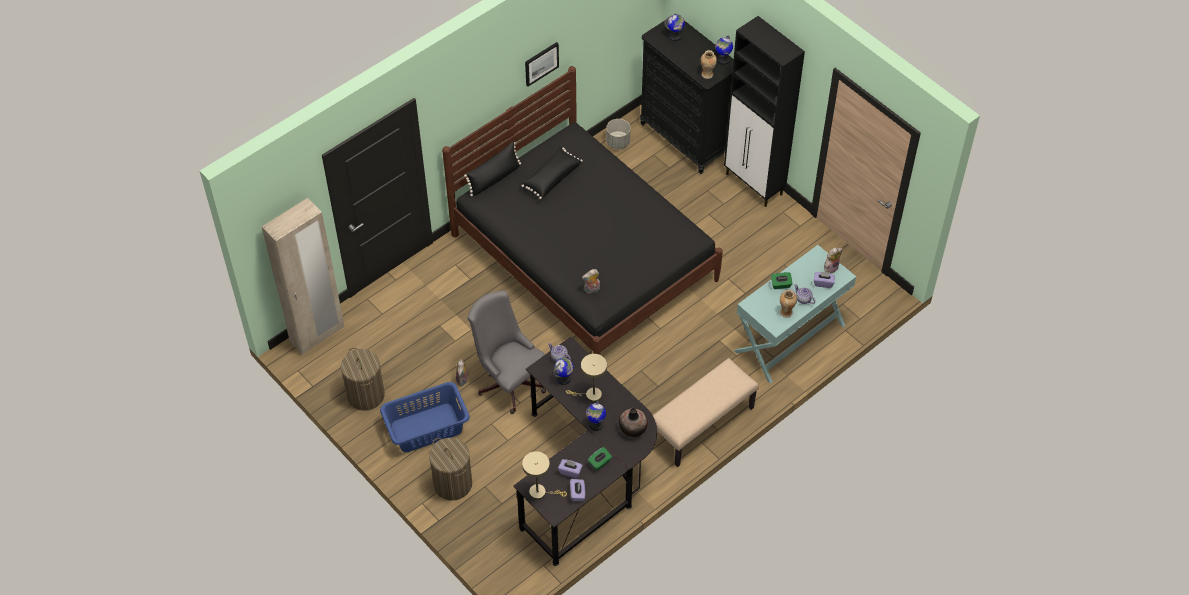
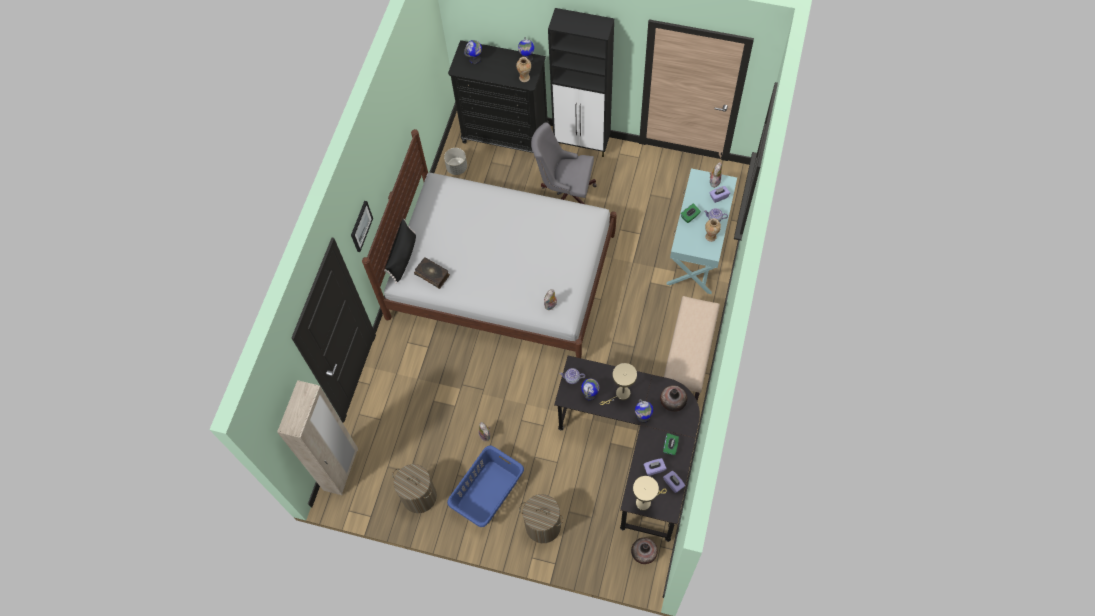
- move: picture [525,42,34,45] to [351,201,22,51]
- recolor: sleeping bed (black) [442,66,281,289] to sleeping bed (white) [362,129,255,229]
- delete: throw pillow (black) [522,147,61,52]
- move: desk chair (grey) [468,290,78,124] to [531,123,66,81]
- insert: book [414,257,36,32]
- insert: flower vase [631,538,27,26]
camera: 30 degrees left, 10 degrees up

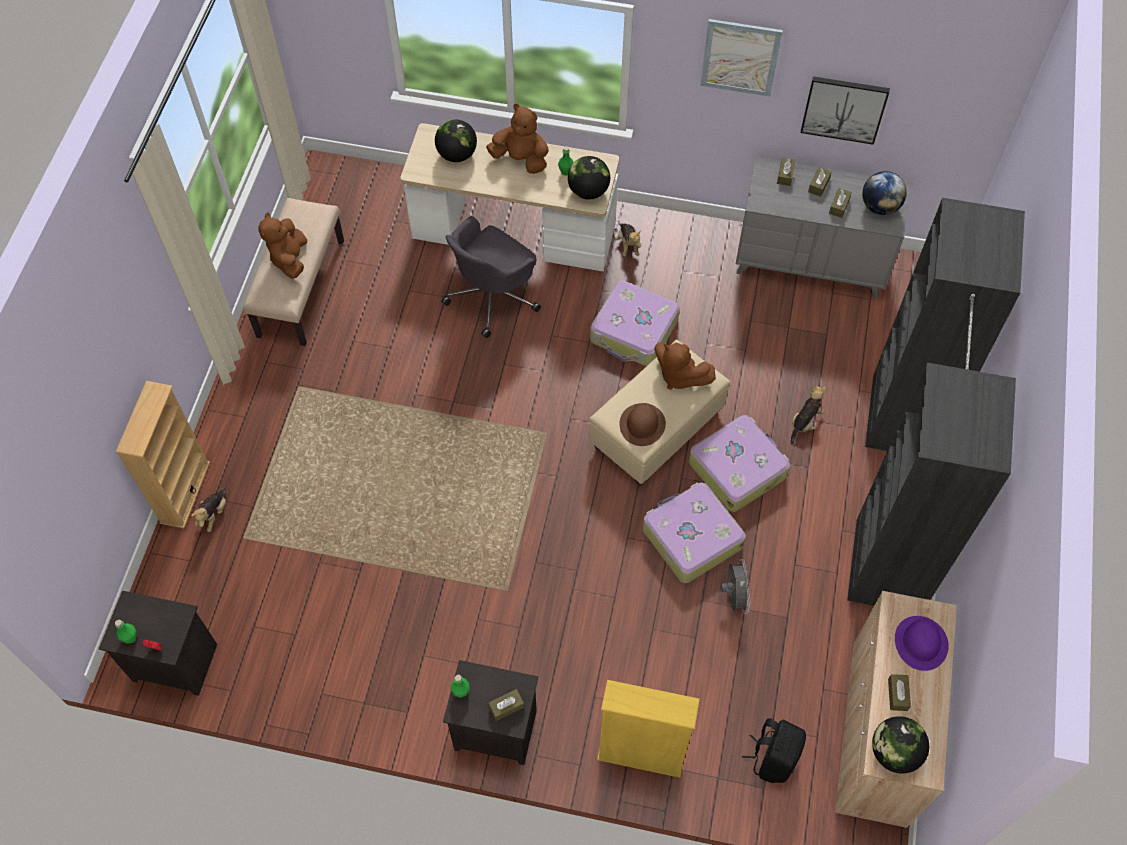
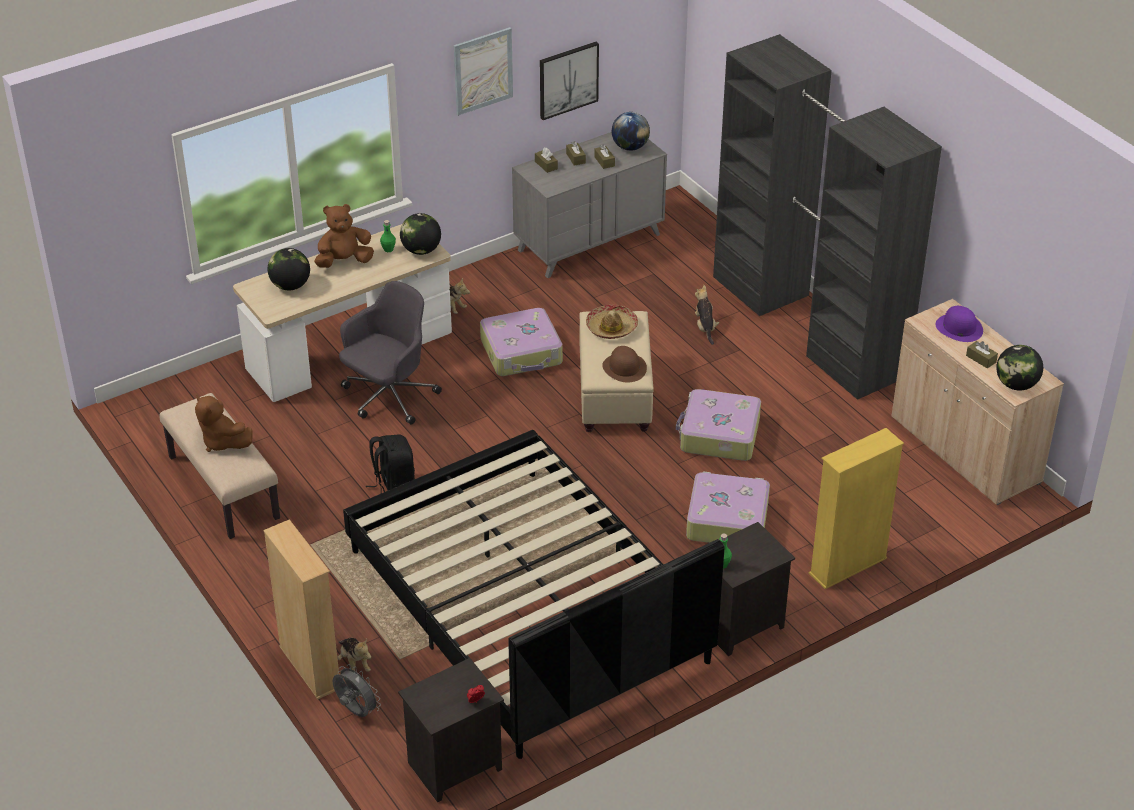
- rotate: desk chair (grey) [441,216,100,122] = [339,281,103,144] 135 degrees counterclockwise
- replace: plush toy (brown) [654,343,62,47] to hat [586,305,52,34]
- move: travel case [689,415,101,97] to [686,471,84,72]
- move: fan (grey) [721,559,30,55] to [333,664,48,53]
- delete: bottle (green) [115,620,22,24]
- delete: box of tissues (brown) [488,689,36,32]
- move: rucksack (black) [742,718,64,65] to [366,435,49,58]
- insert: sleeping bed (black) [343,430,382,329]
camera: 45 degrees left, 20 degrees down

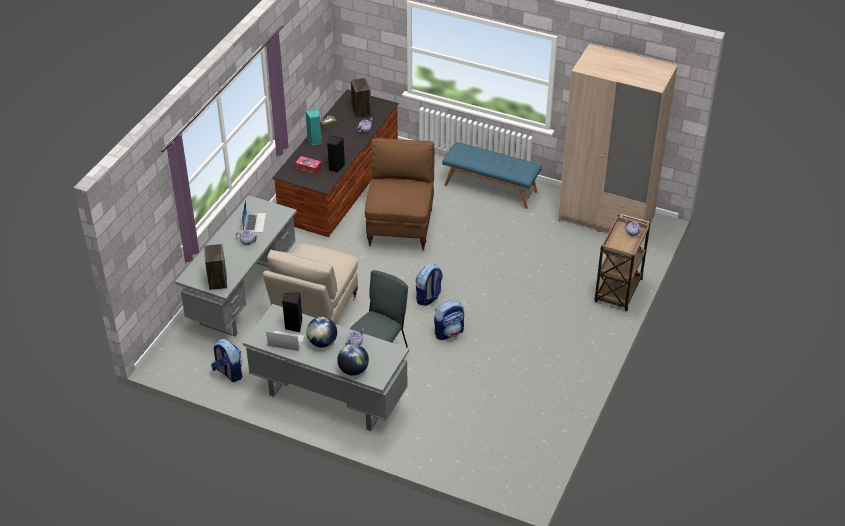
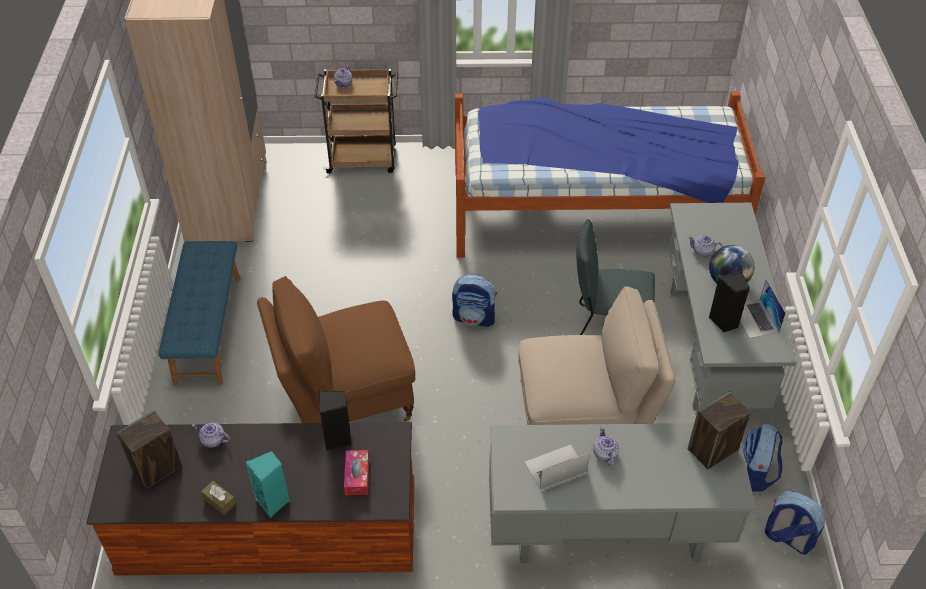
- move: rucksack [434,300,30,40] to [765,491,60,63]
- delete: world globe [337,344,32,32]
- insert: sleeping bed [455,91,310,167]
camera: 115 degrees left, 5 degrees up

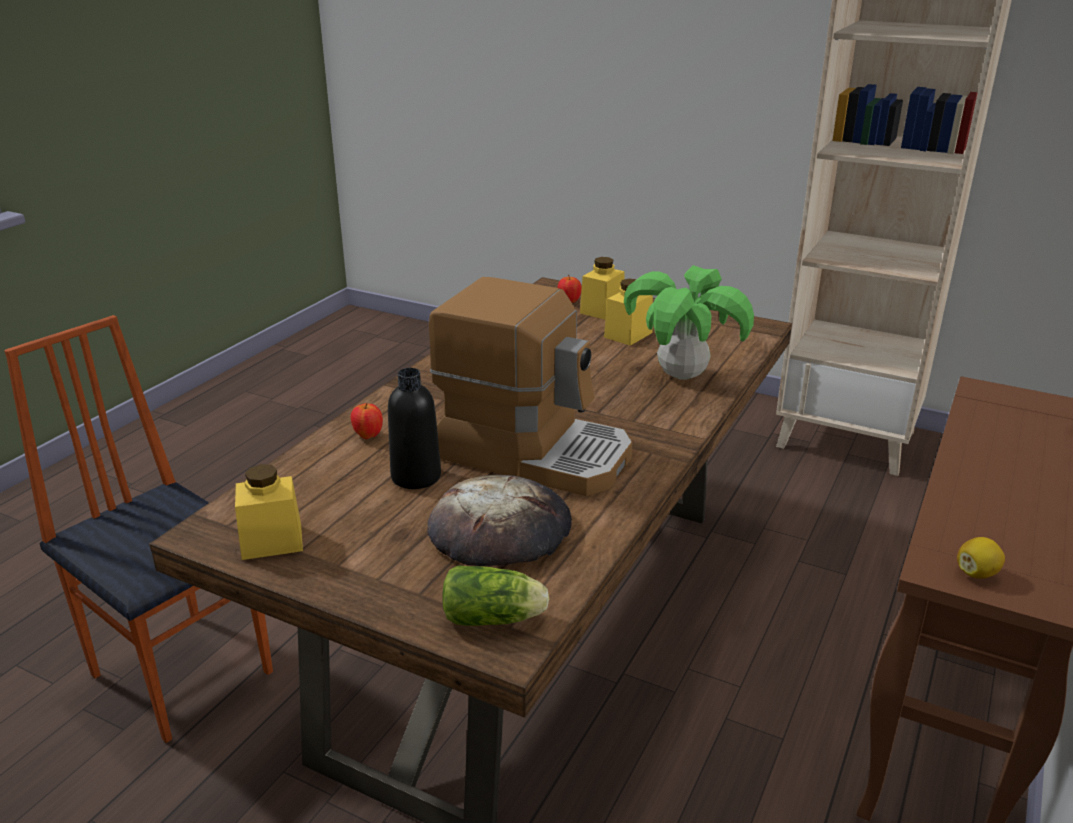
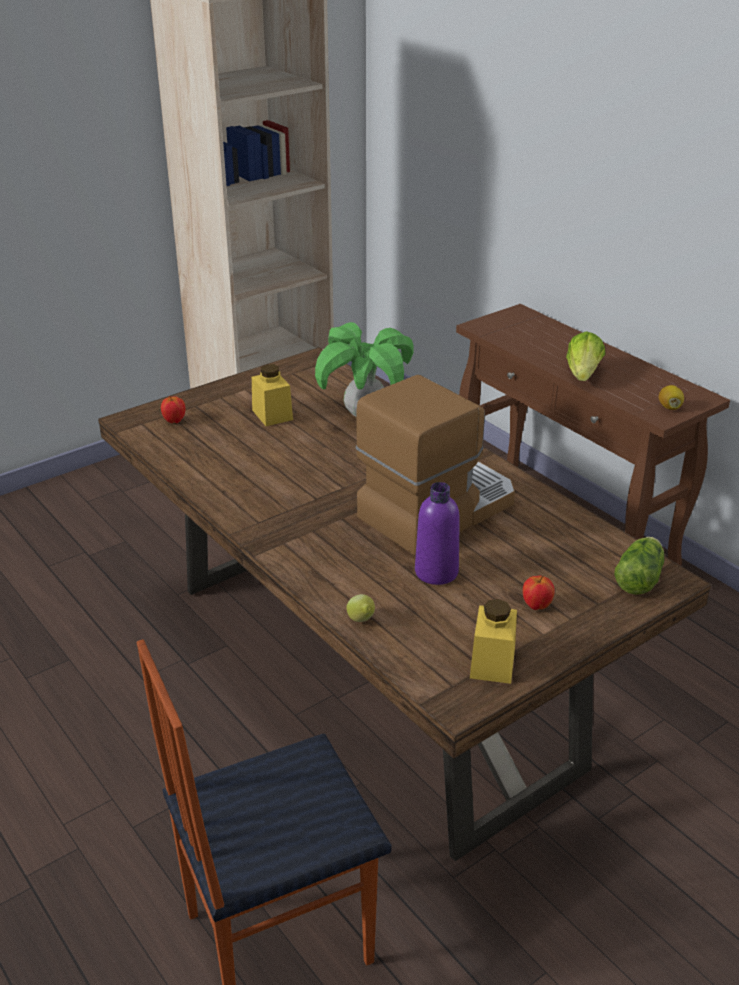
- delete: storage jar (yellow-coloured) [580,257,44,63]
- recolor: bottle (black) [388,368,53,121] to bottle (purple) [415,482,45,103]
- move: apple [351,403,32,36] to [523,576,32,34]
- delete: bakery bread [427,475,145,91]
- insert: lettuce [566,331,39,50]
- insert: citrus fruit [347,594,28,28]
camera: 65 degrees left, 5 degrees up

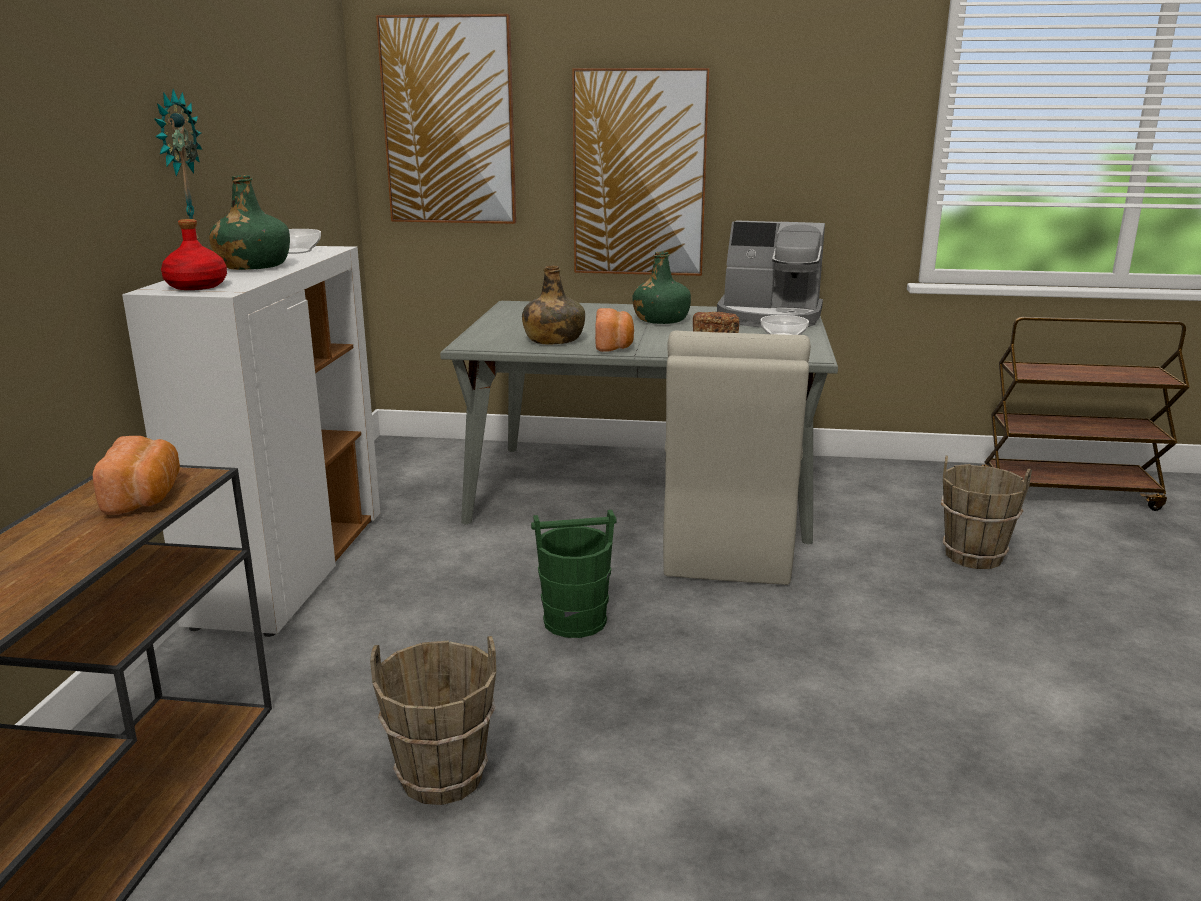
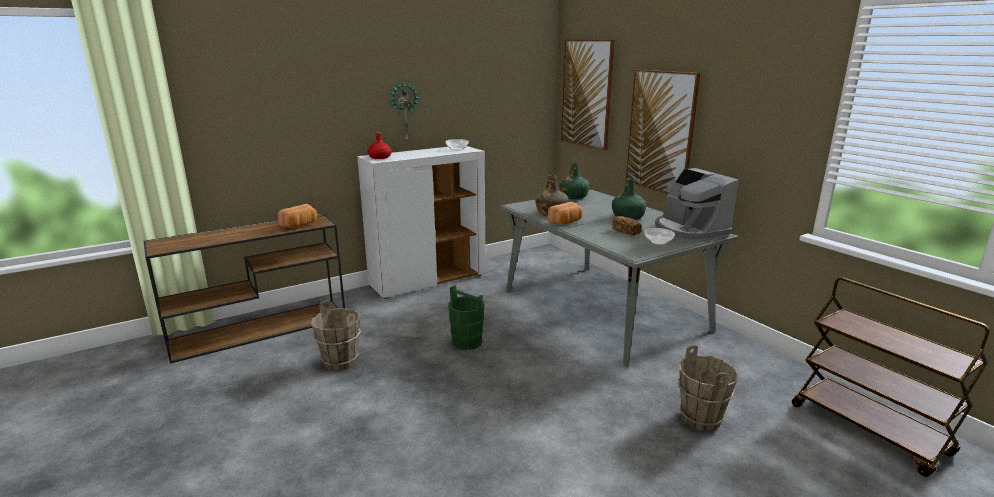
- move: bottle (green) [209,175,81,95] to [559,162,30,37]
- delete: plain chair (sand-coloured) [663,330,148,255]
camera: 50 degrees right, 0 degrees up

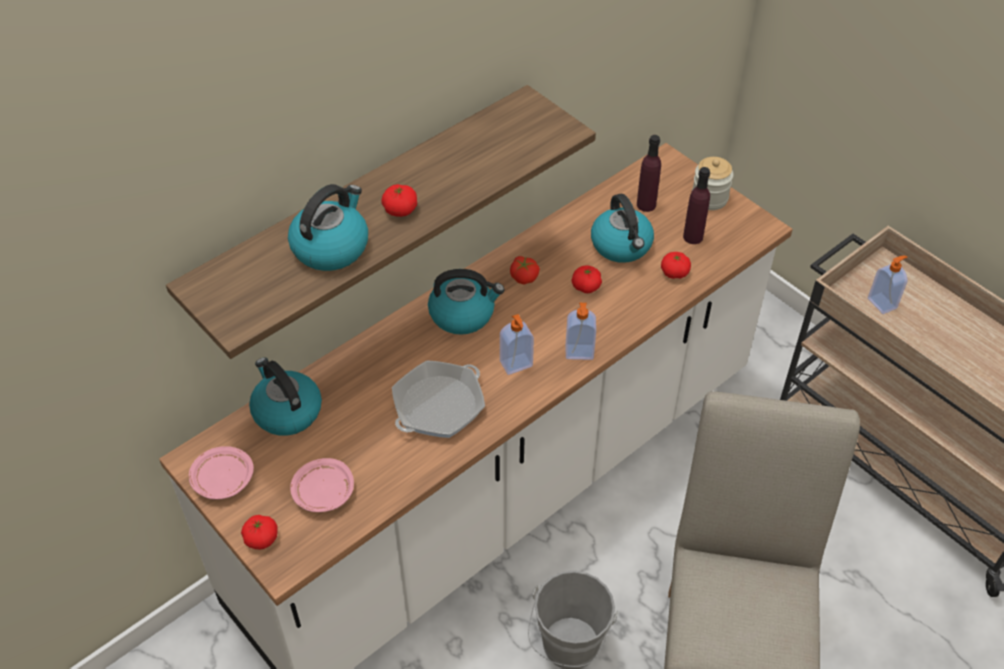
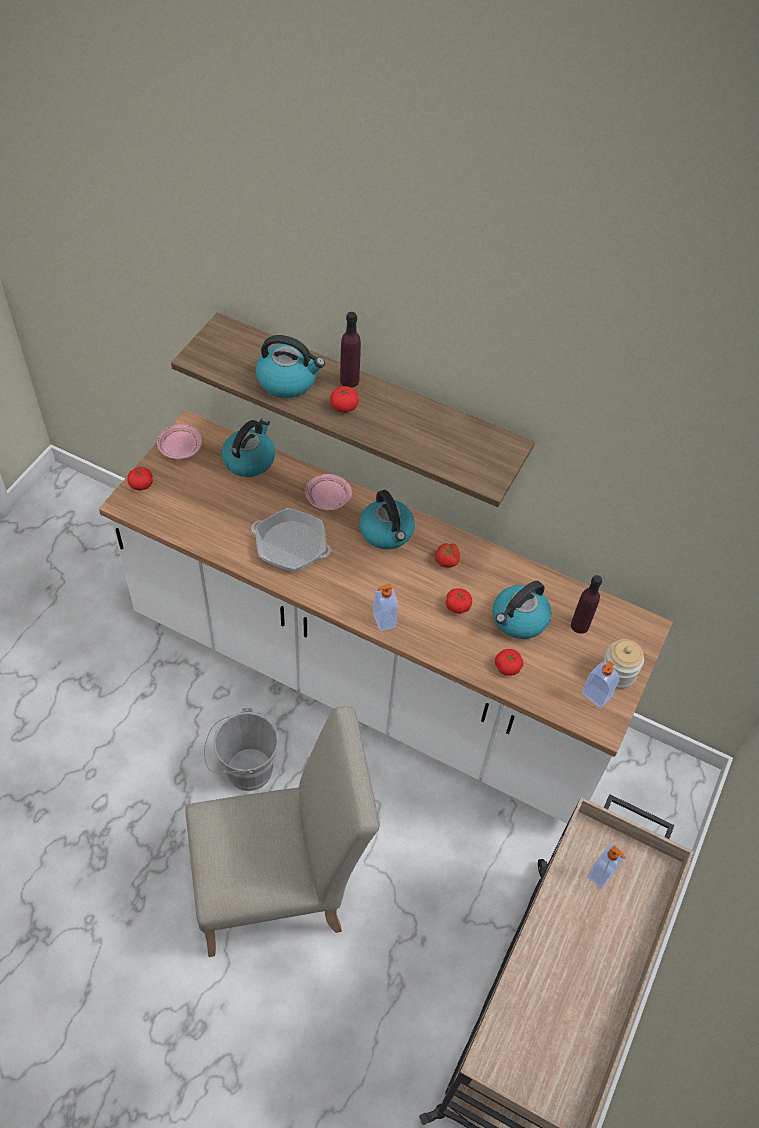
- move: bottle (purple) [683,167,27,77] to [340,312,21,76]
- move: soap bottle [500,314,34,61] to [582,660,38,48]
- move: plate (pinkish) [290,458,64,54] to [305,474,47,37]
camera: 65 degrees right, 5 degrees up

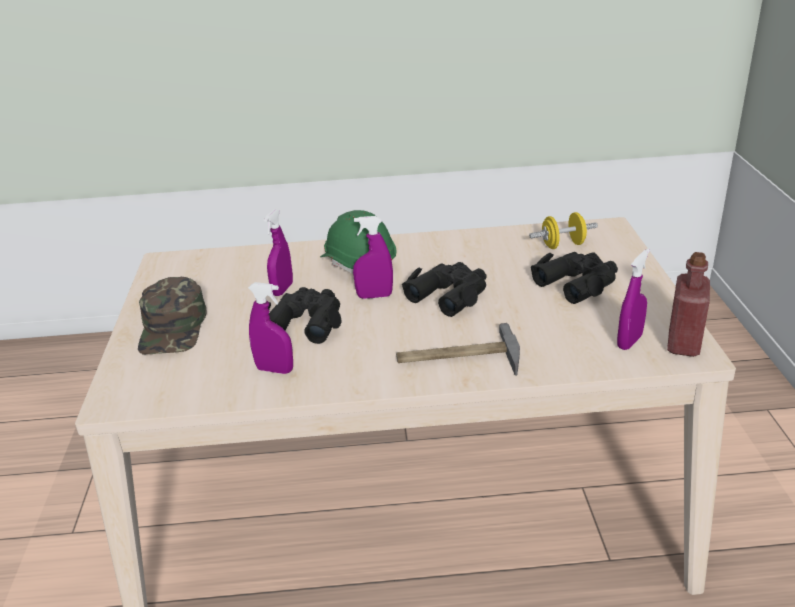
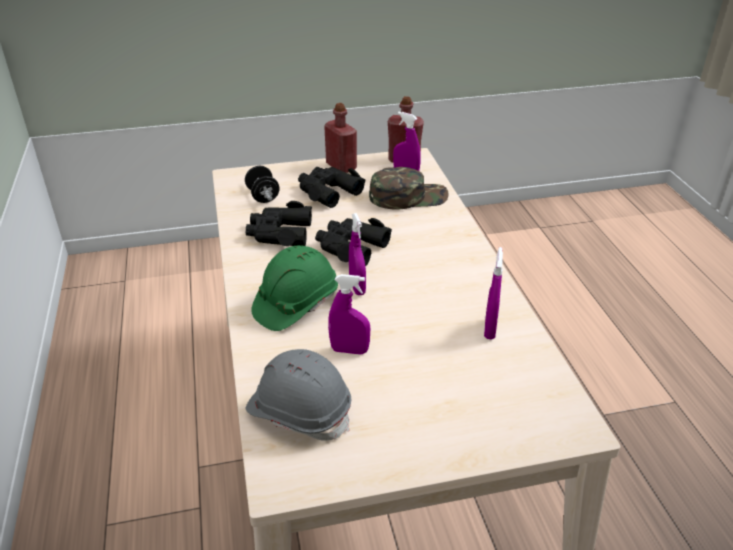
- recolor: hand weight (yellow-coloured) [529,212,69,37] to hand weight (black) [245,166,34,37]
- move: baseball cap (green) [138,277,69,77] to [369,167,80,43]
- move: field glasses (black) [268,287,73,57] to [246,201,66,45]
- delete: tool hammer [396,323,124,53]
- insert: bottle (red) [324,103,33,70]
- insert: hard hat (grey) [246,349,106,92]
camera: 100 degrees left, 5 degrees up

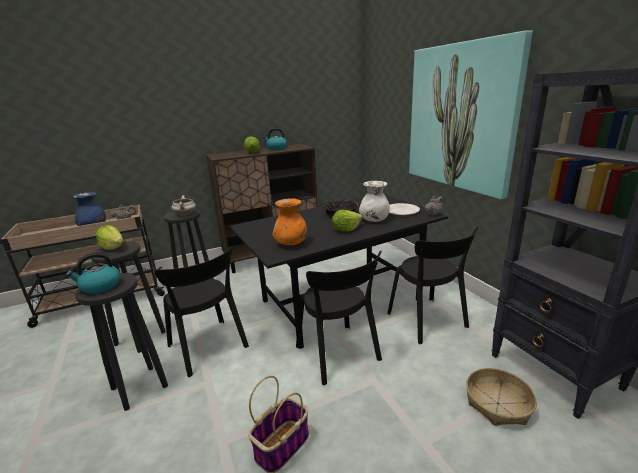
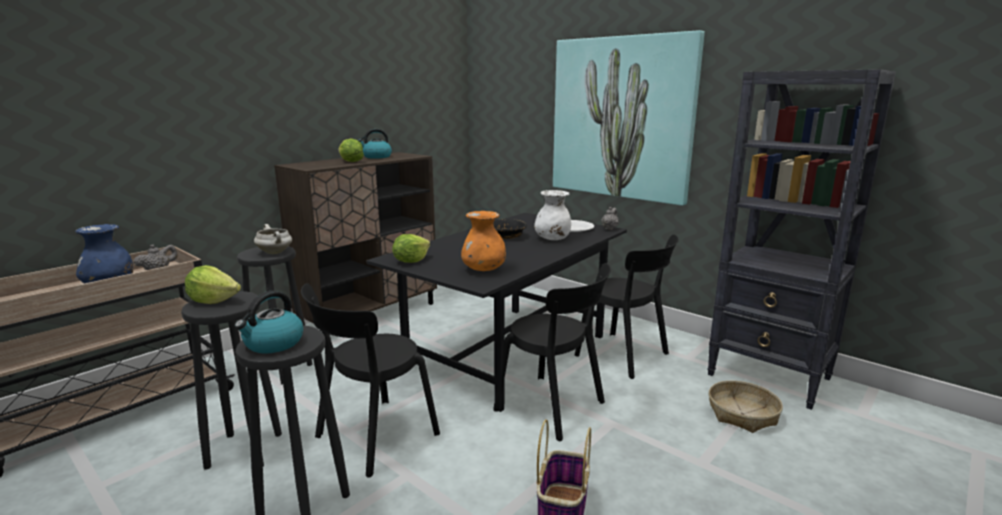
- move: lettuce [332,210,30,21] to [392,234,38,29]
- rotate: plain chair (black) [155,245,94,132] = [301,283,139,195] 105 degrees clockwise
camera: 25 degrees left, 5 degrees down

